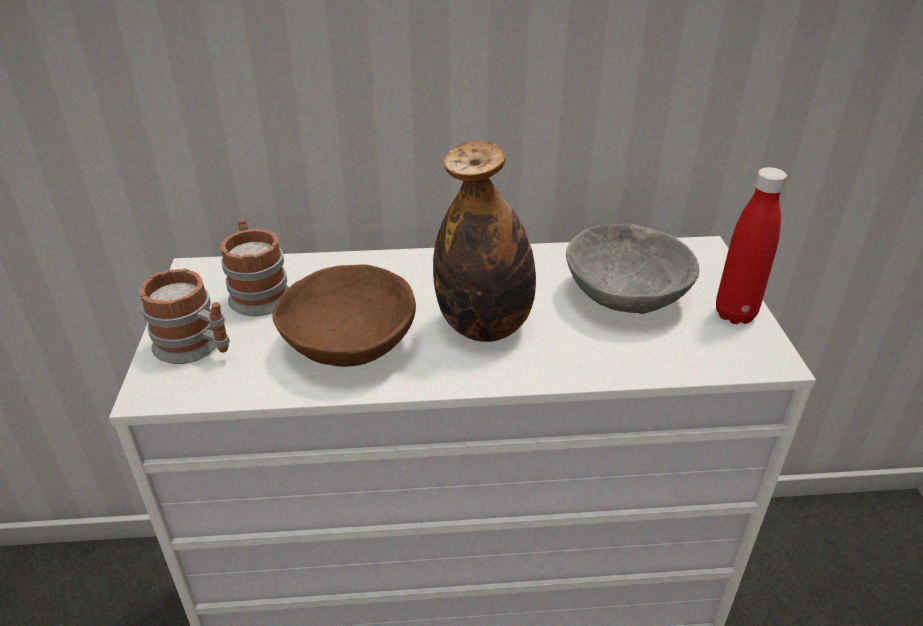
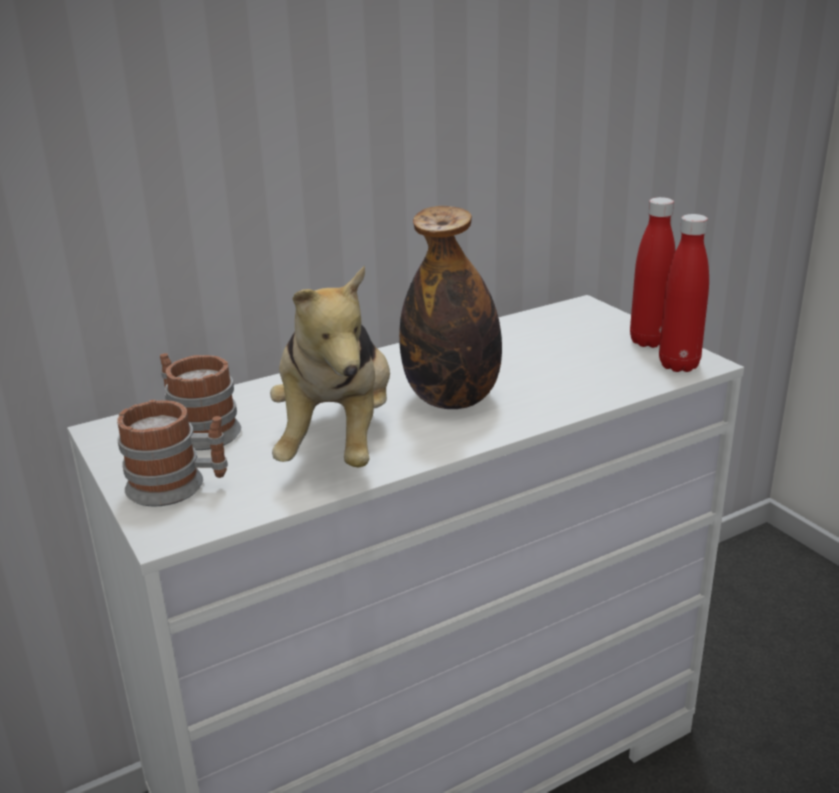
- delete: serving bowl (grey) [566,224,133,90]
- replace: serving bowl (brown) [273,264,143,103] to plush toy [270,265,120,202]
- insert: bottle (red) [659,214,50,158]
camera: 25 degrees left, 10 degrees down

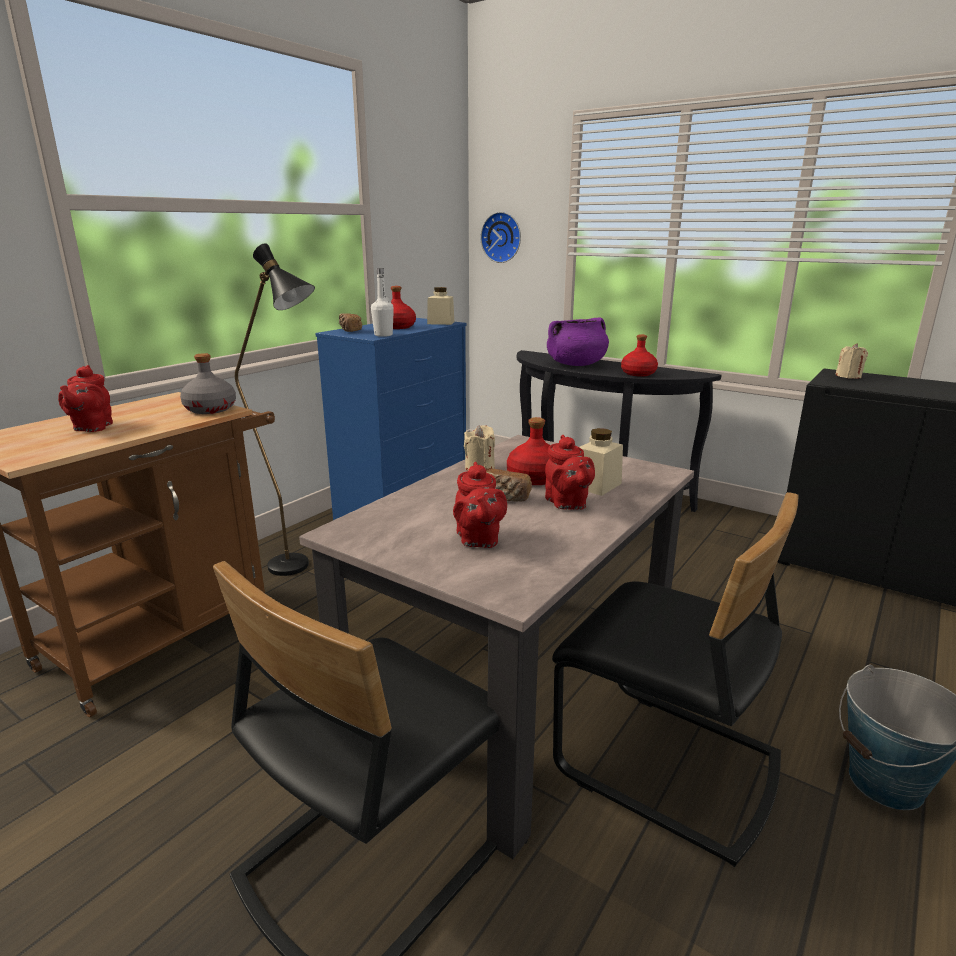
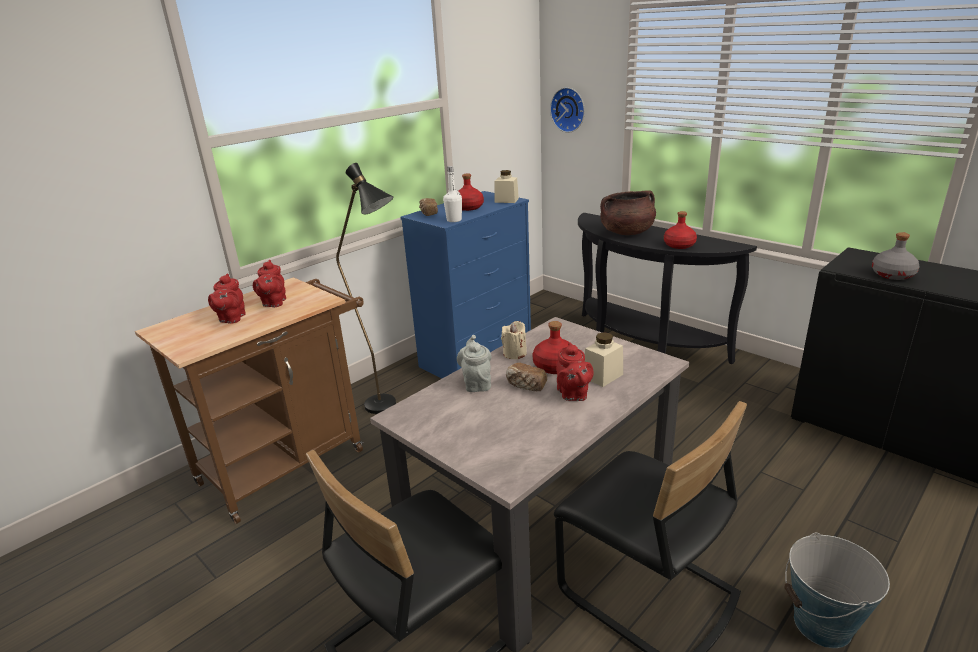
- recolor: stockpot (purple) [547,318,62,48] to stockpot (brown) [600,190,56,45]
- delete: wax candle (sand-coloured) [835,343,33,36]
- move: bottle (grey) [180,353,56,61] to [872,232,48,48]
- move: teapot (red) [453,462,54,86] to [253,260,33,47]
- insert: teapot (grey) [457,335,35,57]
camera: 10 degrees right, 5 degrees up

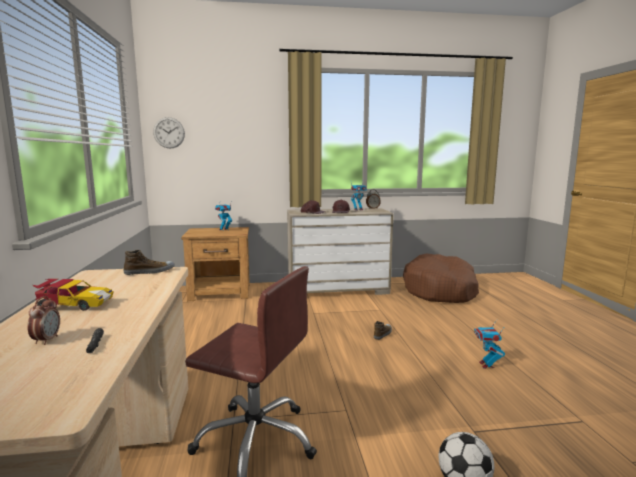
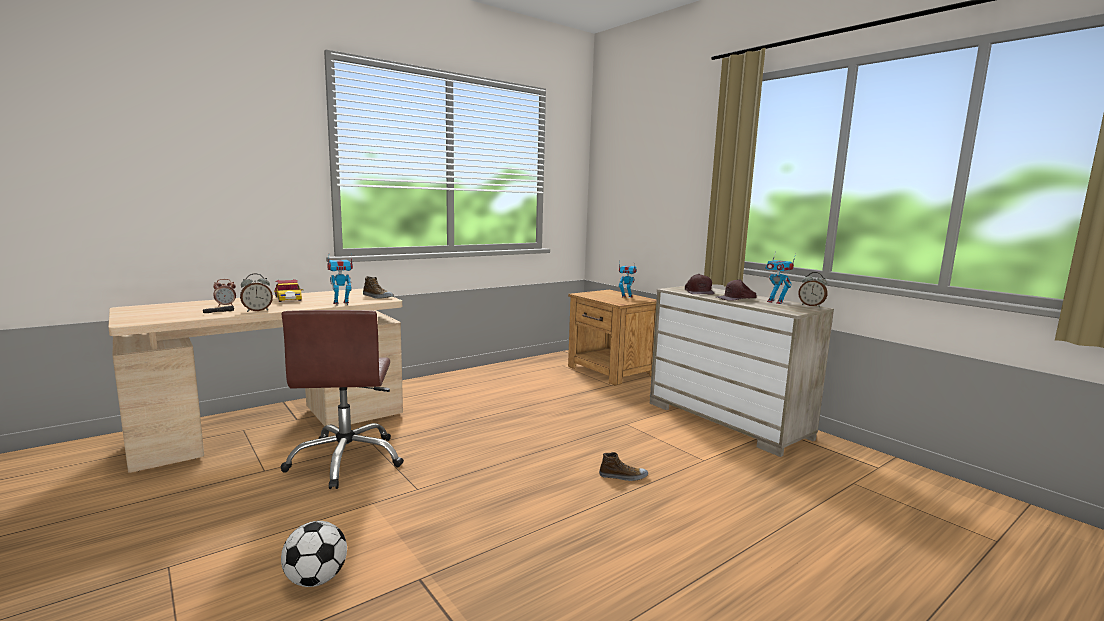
- delete: wall clock [153,117,32,32]
- delete: pet bed (brown) [403,253,76,50]
- move: robot figure [474,320,31,49] to [327,257,26,49]
- insert: alarm clock [240,273,33,39]
camera: 60 degrees right, 0 degrees up

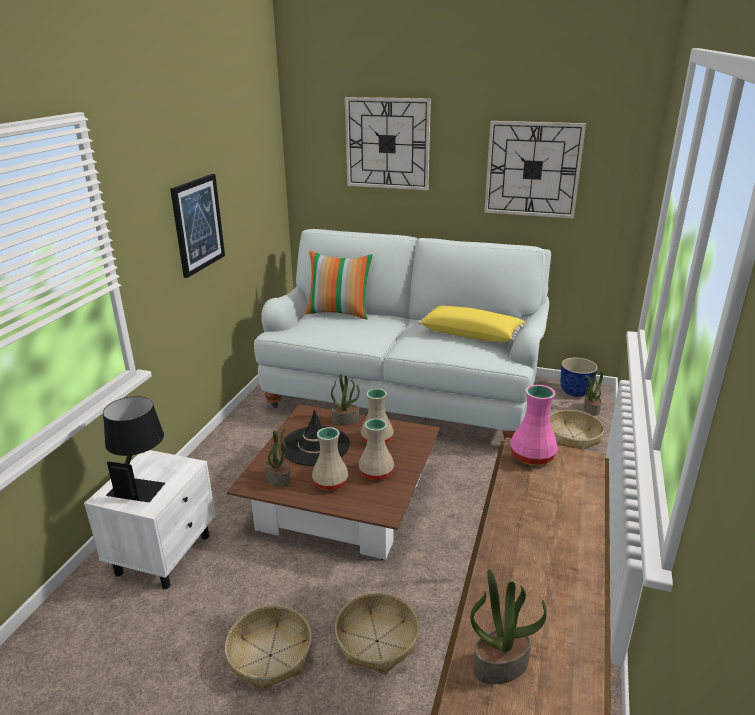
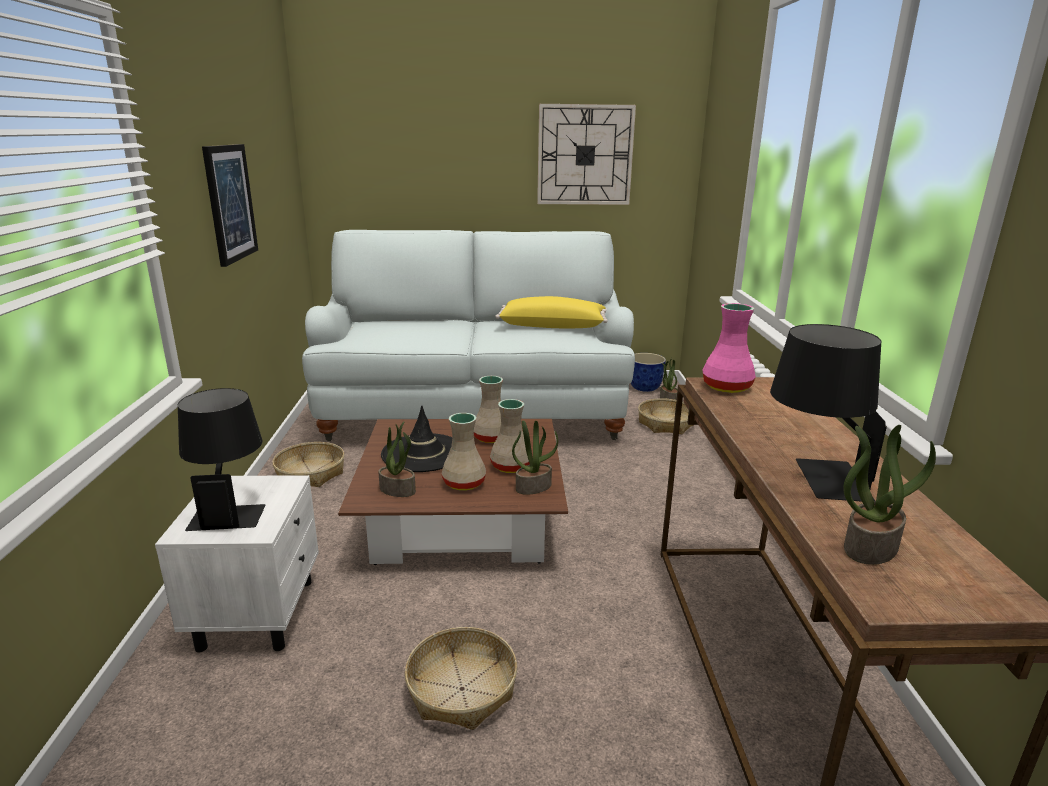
- delete: wall clock [345,97,86,93]
- delete: throw pillow [306,251,67,69]
- move: houseplant [331,374,29,51] to [512,420,46,75]
- move: basket [335,593,84,81] to [272,442,73,45]
- insert: table lamp (black) [770,324,117,178]
camera: 20 degrees left, 5 degrees down

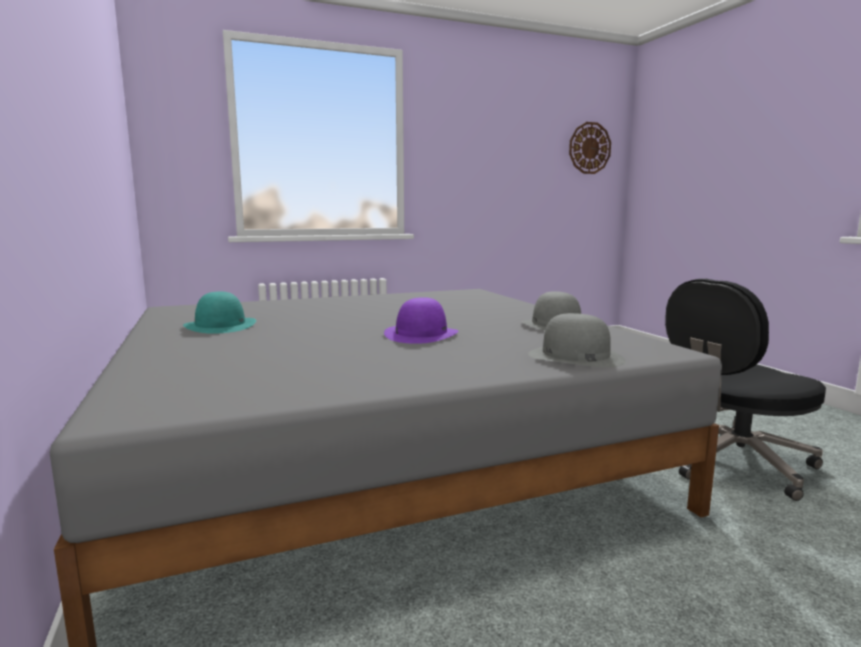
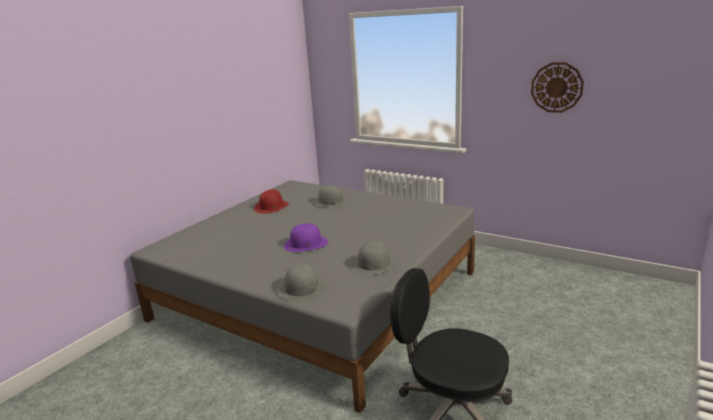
- move: wall clock [569,122,42,52] to [531,62,53,51]
- recolor: hat (turquoise) [183,292,73,42] to hat (red) [254,189,35,25]
- insert: hat (grey) [313,185,36,22]
camera: 55 degrees right, 10 degrees up

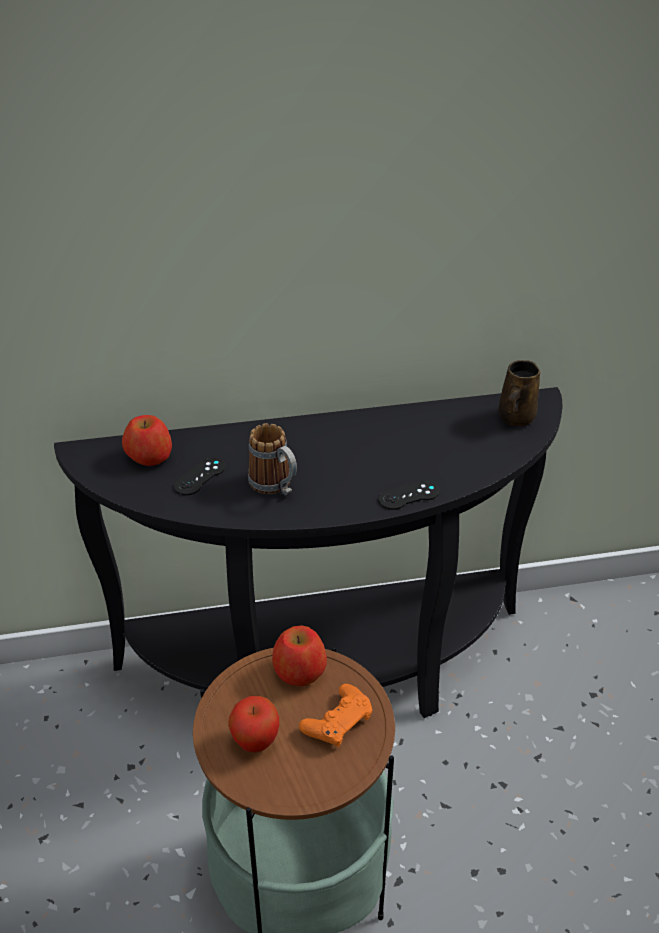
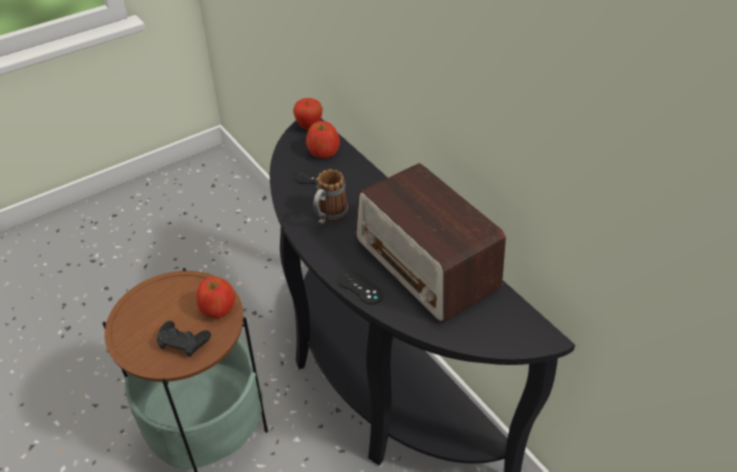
- delete: mug (brown) [499,360,41,66]
- recolor: gamepad (orange) [299,684,73,63] to gamepad (black) [157,321,54,36]
- move: apple [228,696,51,57] to [293,98,30,32]
- insert: radio receiver [356,163,150,160]
camera: 65 degrees right, 5 degrees up

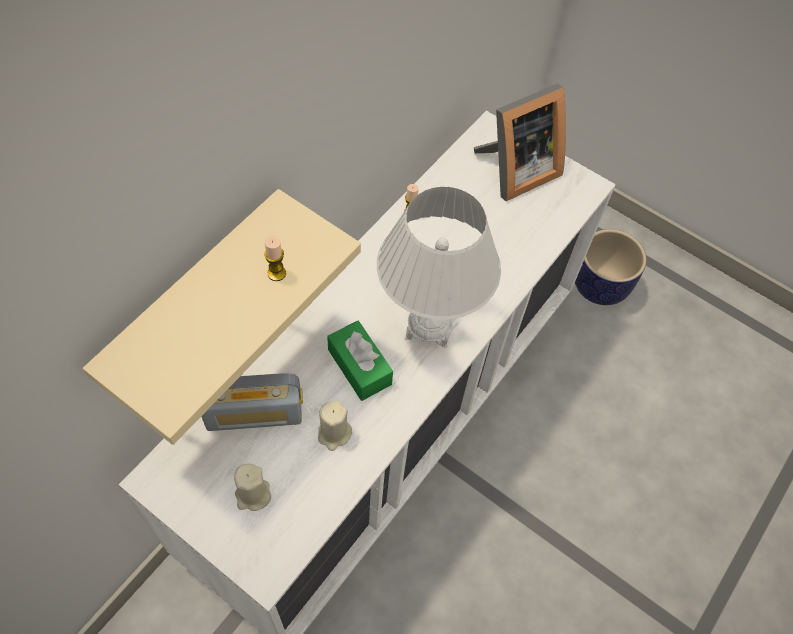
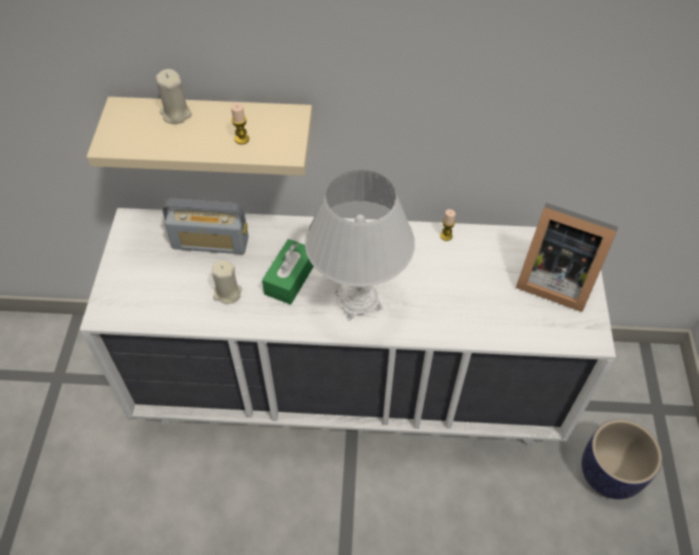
- rotate: radio receiver [201,373,102,58] = [162,199,86,55] 45 degrees counterclockwise
- move: wax candle (sand-coloured) [234,464,37,47] to [155,69,37,55]
camera: 60 degrees right, 5 degrees down

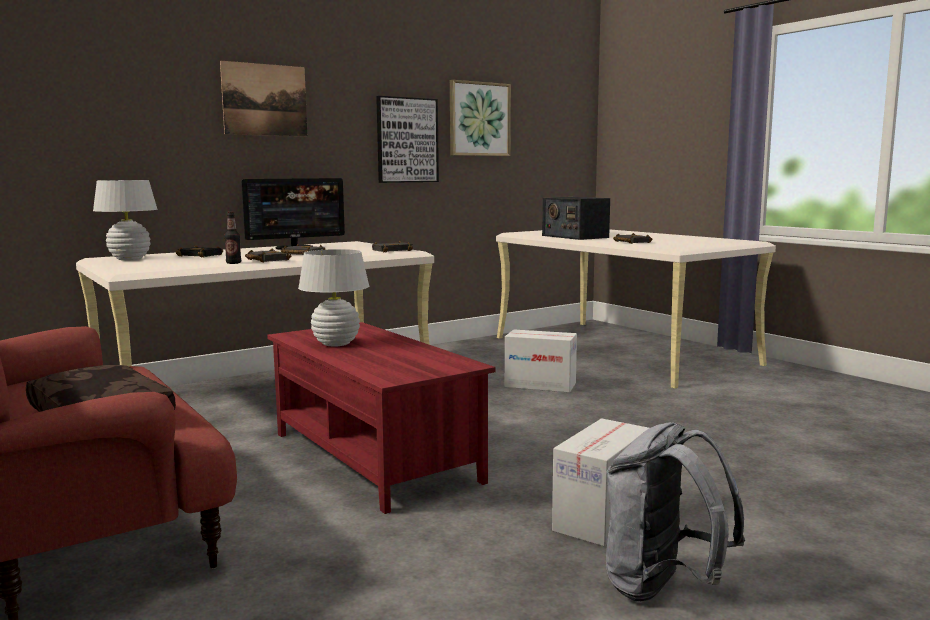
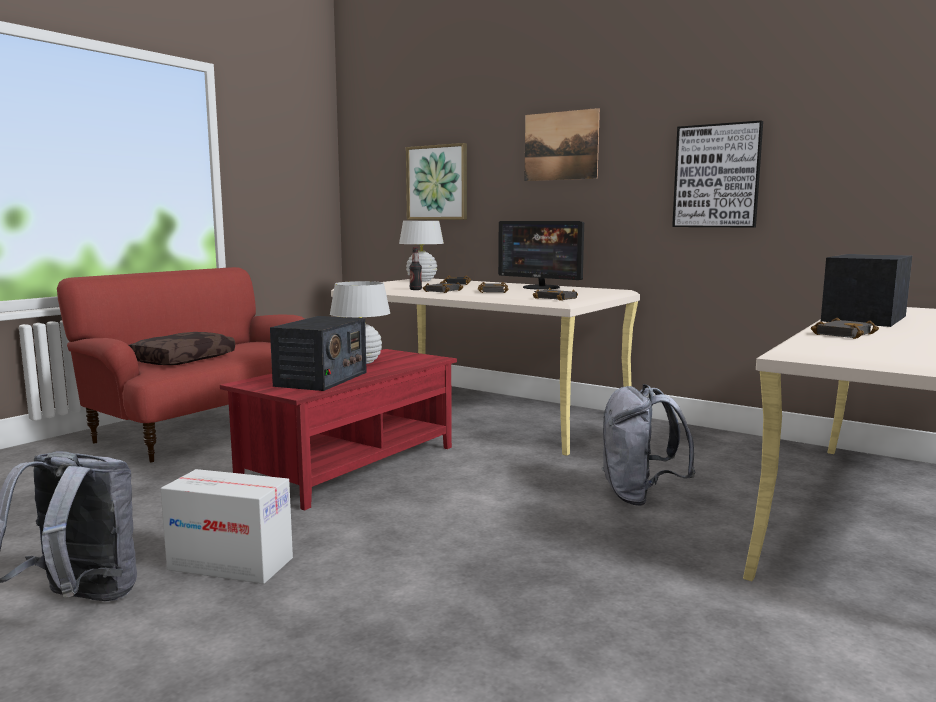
- move: picture [450,80,61,76] to [406,143,61,77]
- replace: cardboard box [505,330,72,63] to rucksack (grey) [602,384,93,122]
- insert: radio receiver [270,316,97,75]
camera: 70 degrees right, 0 degrees up

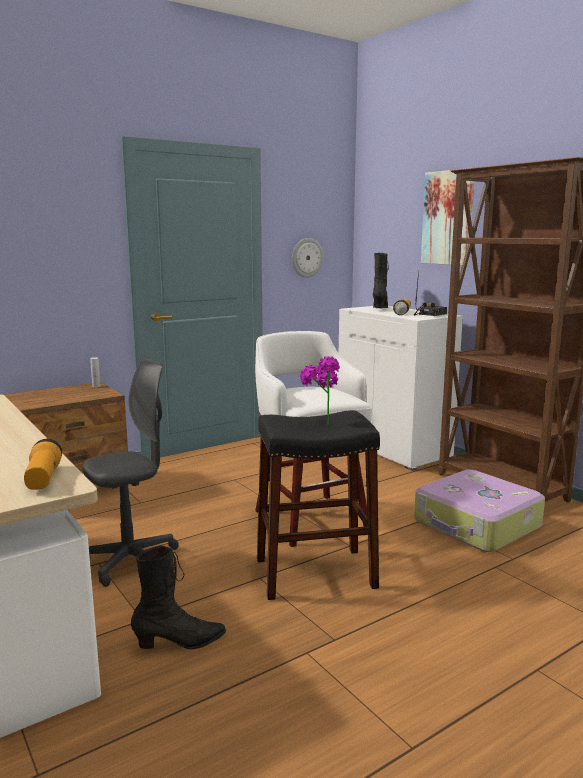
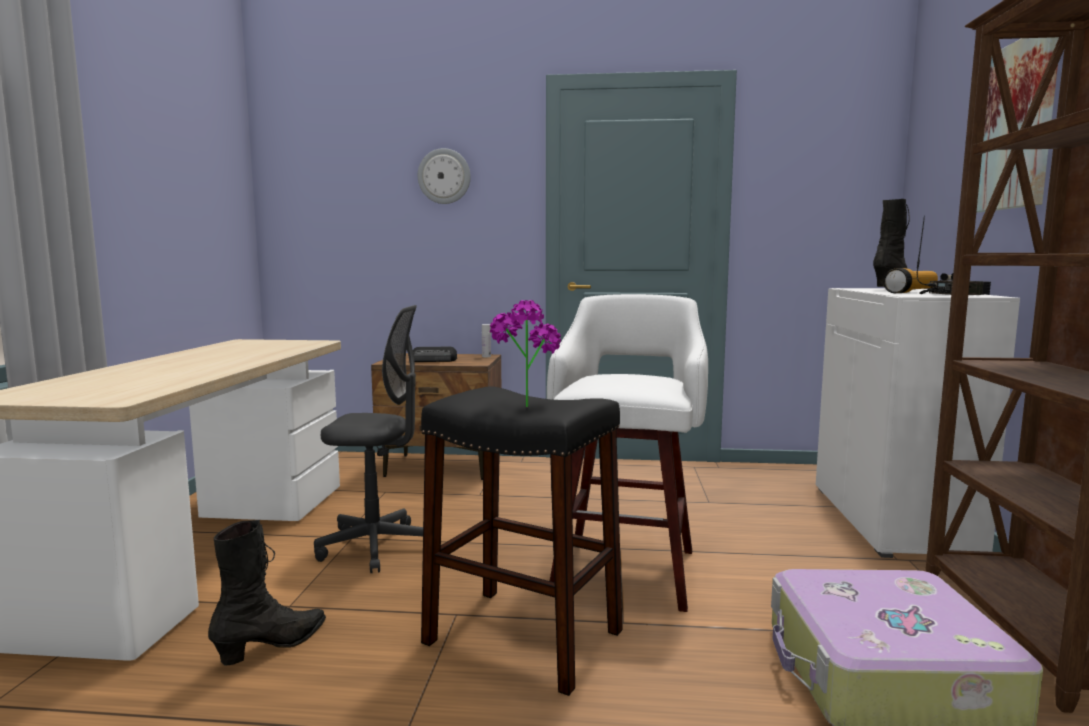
- move: wall clock [292,238,32,40] to [418,148,53,56]
- delete: flashlight [24,439,38,51]
- rotate: tall boot (black) [131,546,95,104] = [208,520,118,146] 75 degrees counterclockwise
- insert: radio receiver [413,347,44,15]
camera: 40 degrees right, 5 degrees down

